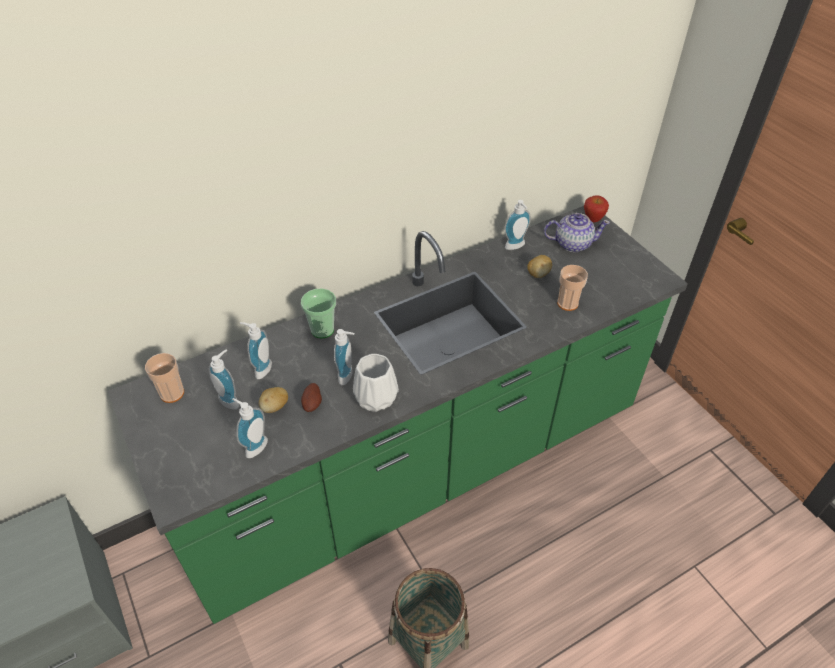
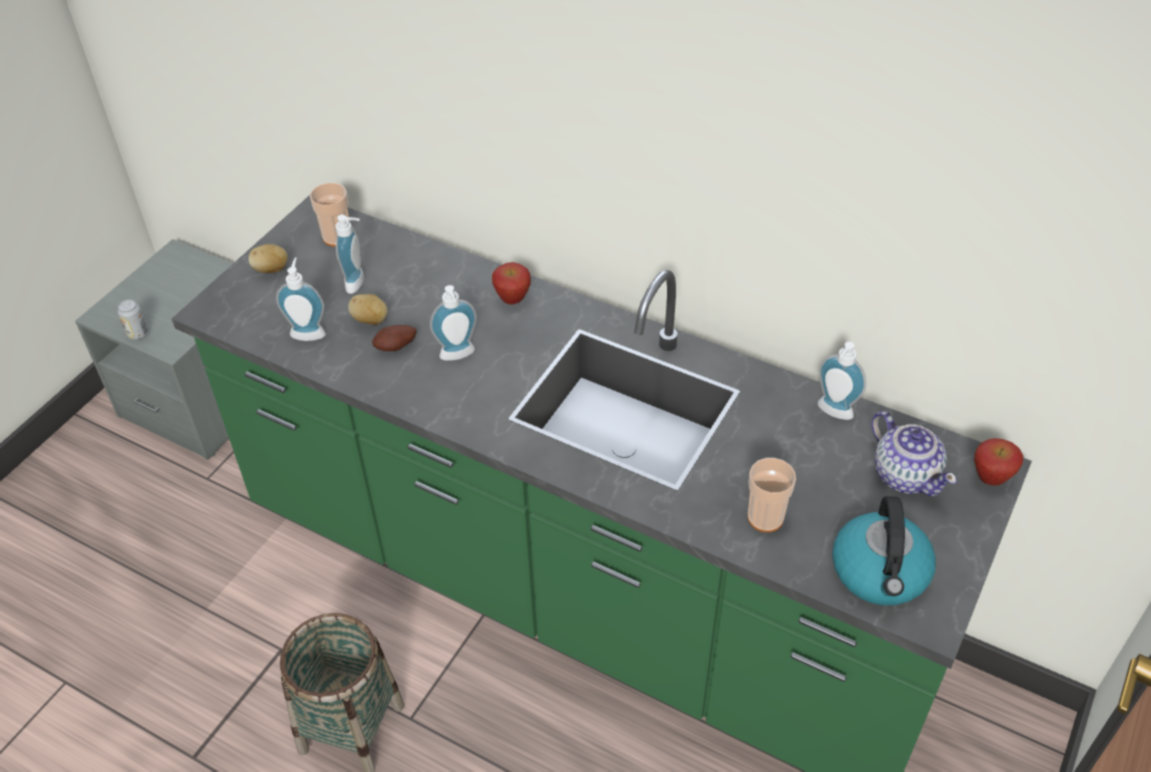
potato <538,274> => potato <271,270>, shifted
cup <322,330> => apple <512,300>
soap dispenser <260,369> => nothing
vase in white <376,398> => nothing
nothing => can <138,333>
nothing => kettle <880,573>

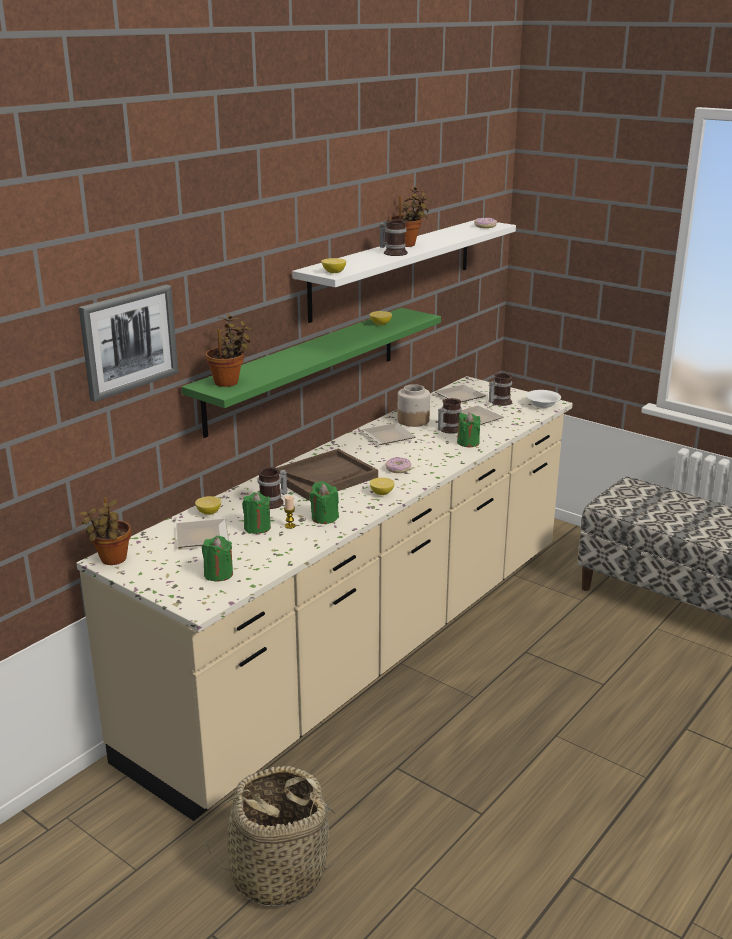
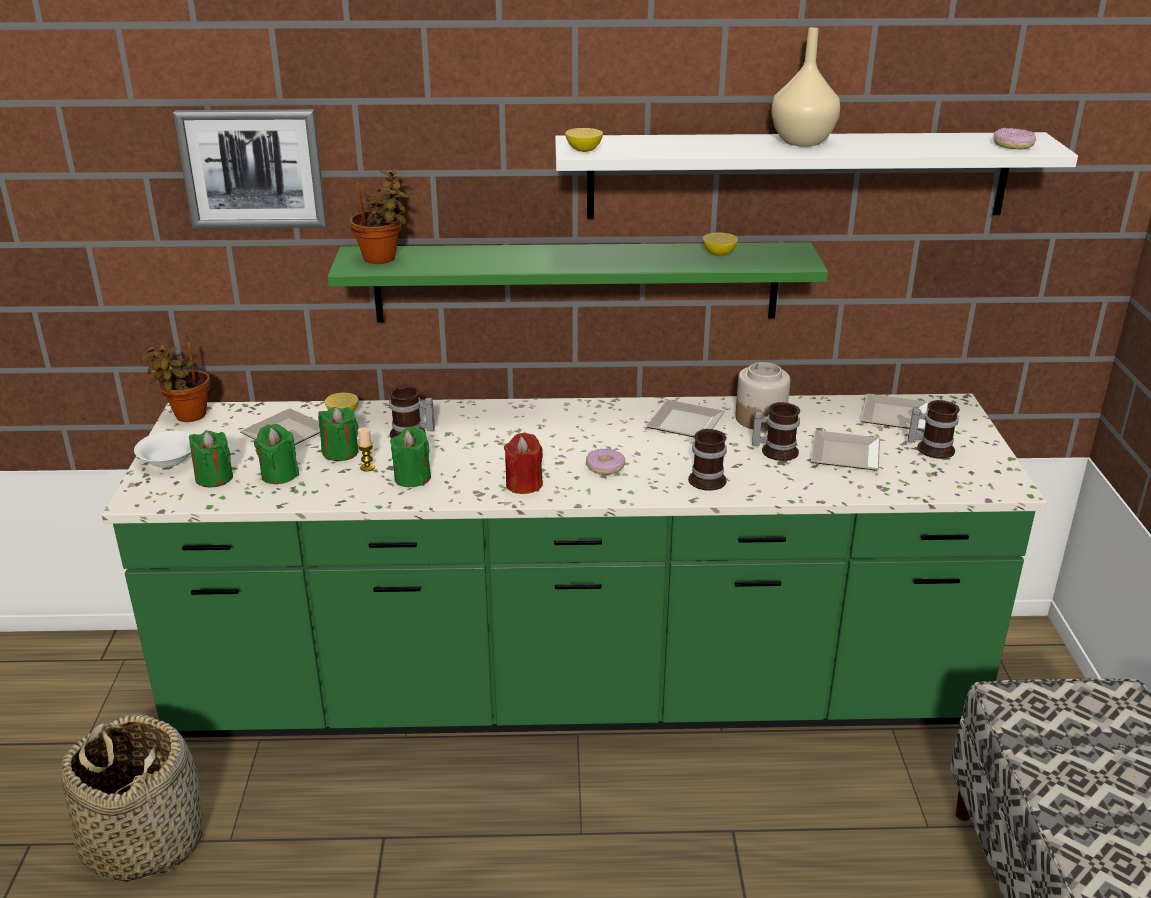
potted plant <407,244> => vase in beige <802,141>
mug <394,252> => mug <708,478>, shifted
counter in beige <365,647> => counter in green <575,690>
bowl in white <542,405> => bowl in white <169,460>, shifted
candle in green <468,443> => candle in green <279,475>, shifted
tray in brown <324,477> => nothing
lemon <382,493> => candle in red <524,484>

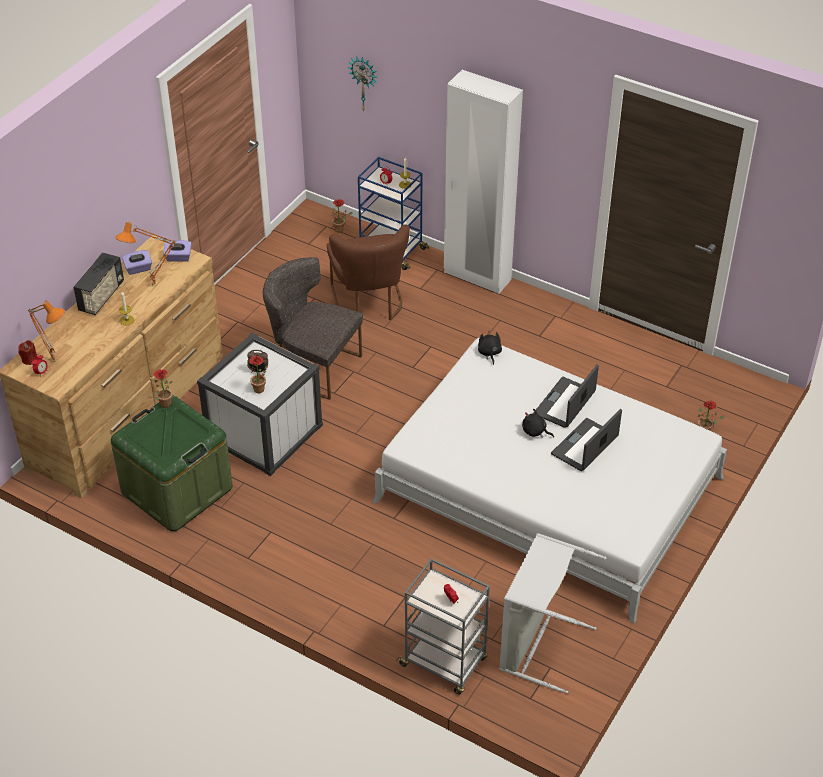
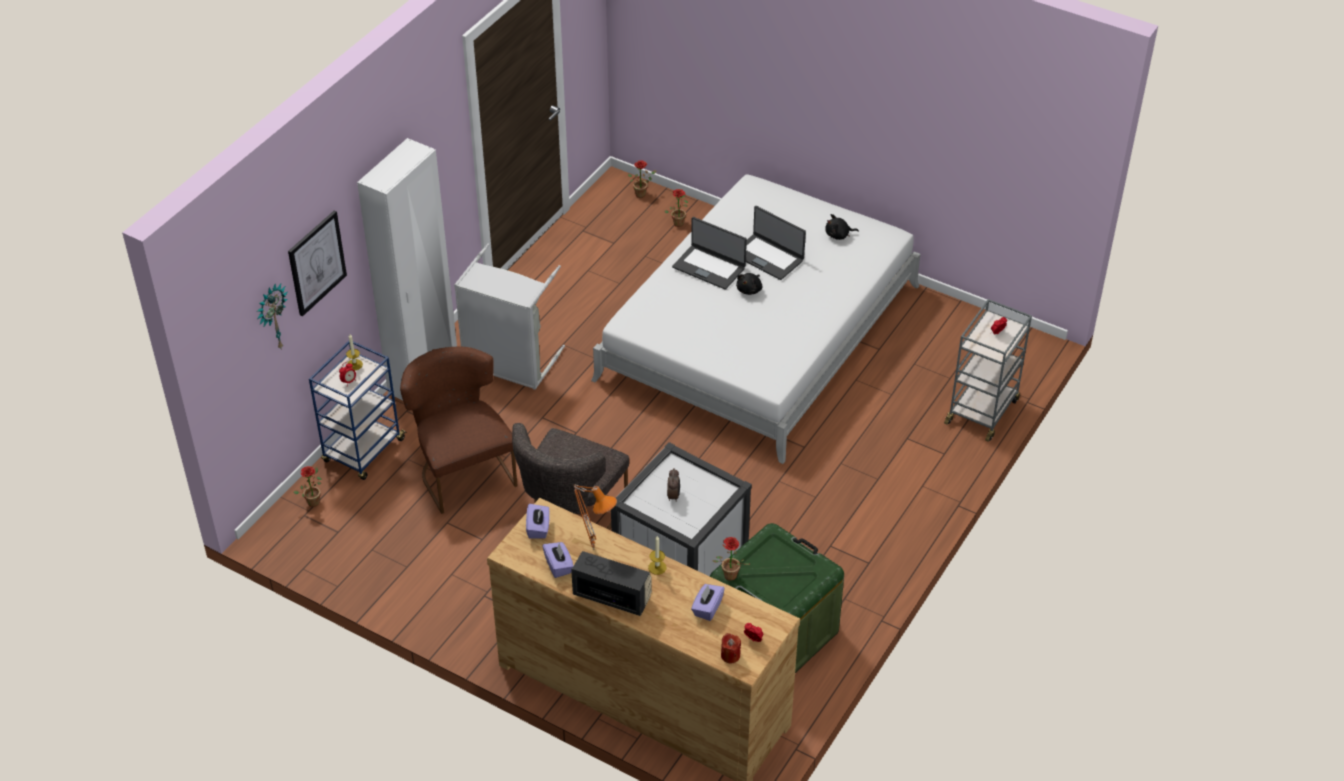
chair in brown <369,304> => chair in brown <462,471>, 105 degrees counterclockwise
table lamp in orange <55,360> => nothing
plush toy in black <489,353> => plush toy in black <839,235>, shifted
potted plant <260,391> => potted plant <642,194>, shifted
laundry basket in grey <537,645> => laundry basket in grey <509,364>, shifted
nothing => picture <316,263>
nothing => tissue box in purple <707,608>

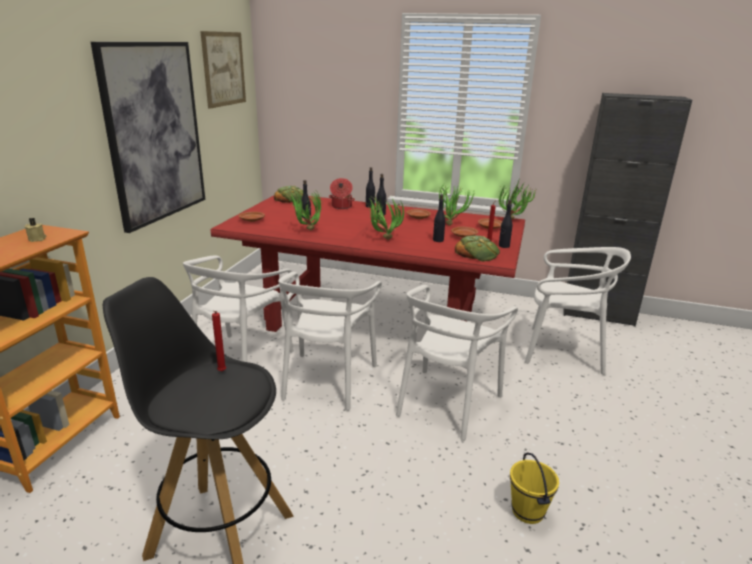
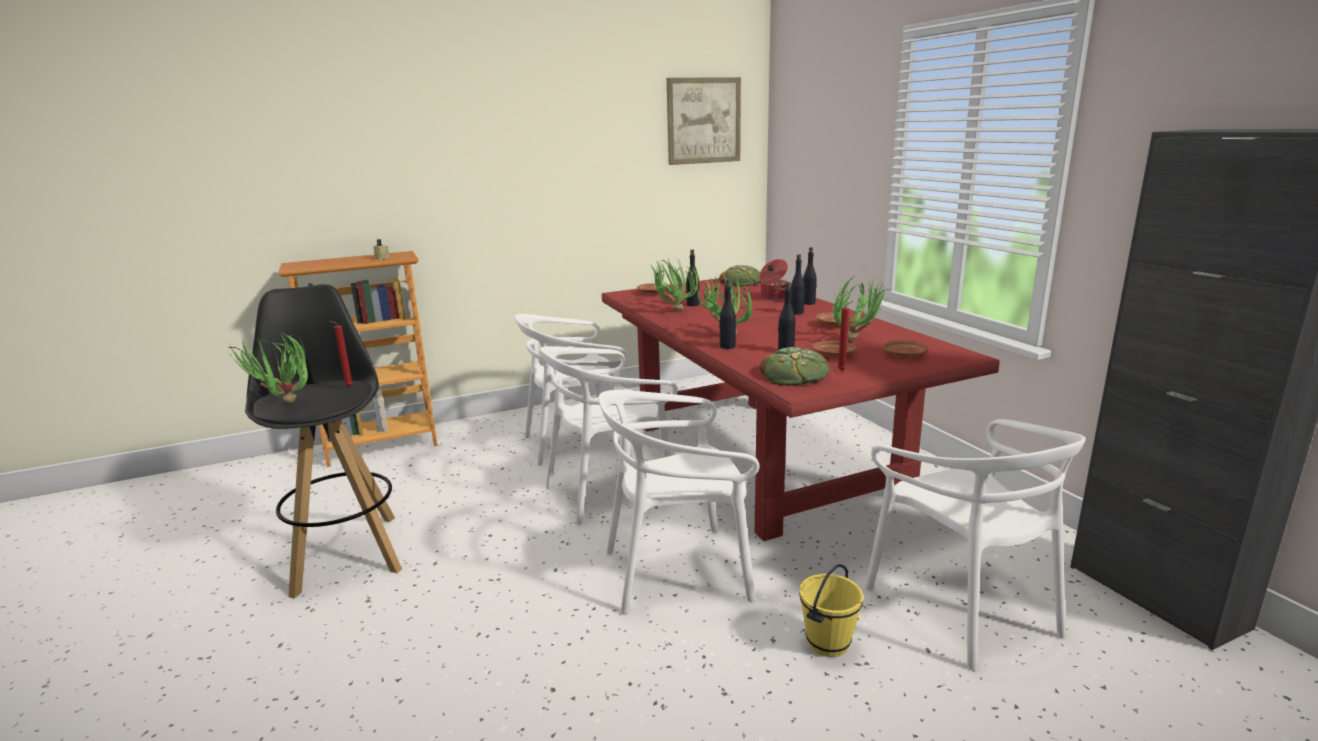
picture <154,133> => nothing
potted plant <513,221> => potted plant <285,406>, shifted
bottle in black <503,246> => bottle in black <727,346>, shifted
bucket in yellow <527,511> => bucket in yellow <827,643>, shifted

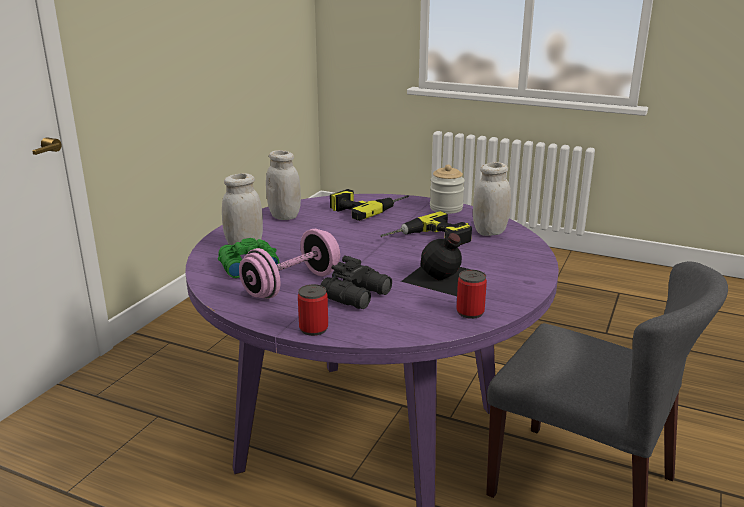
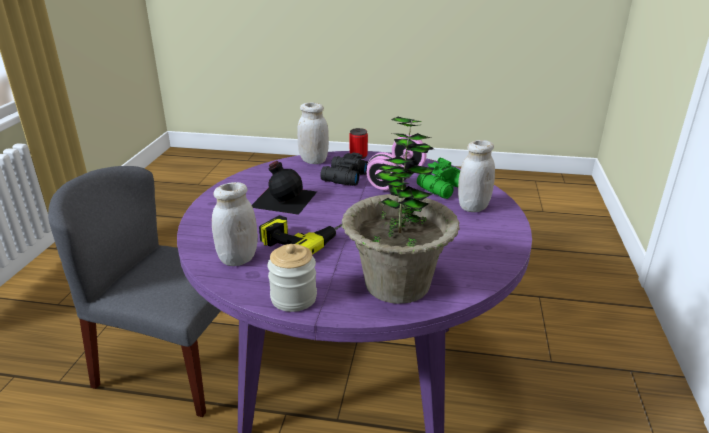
jar in white <284,216> => jar in white <313,161>, shifted
power drill <368,207> => potted plant <397,284>
can <470,312> => nothing

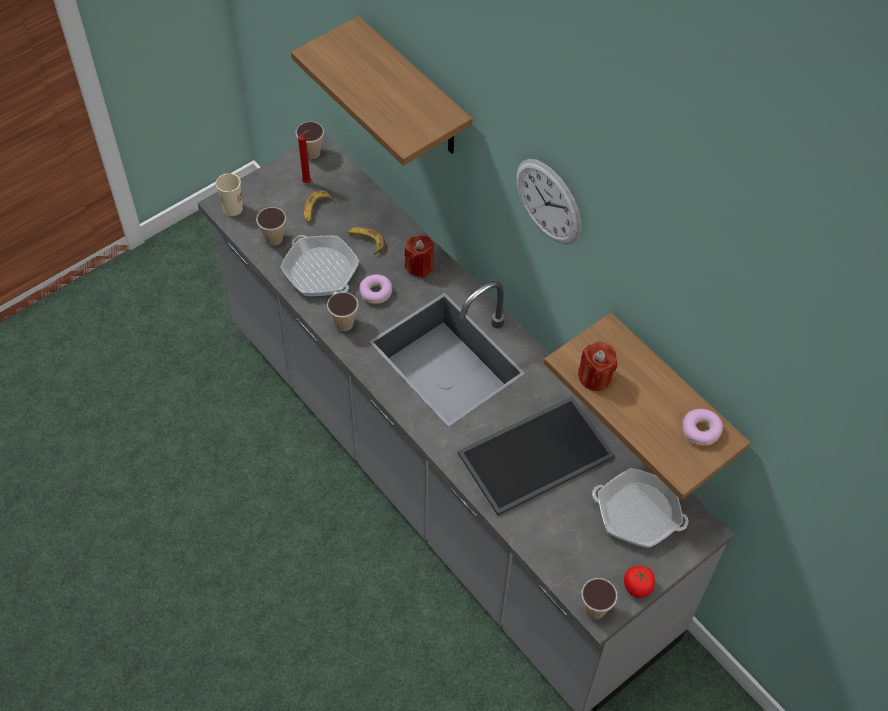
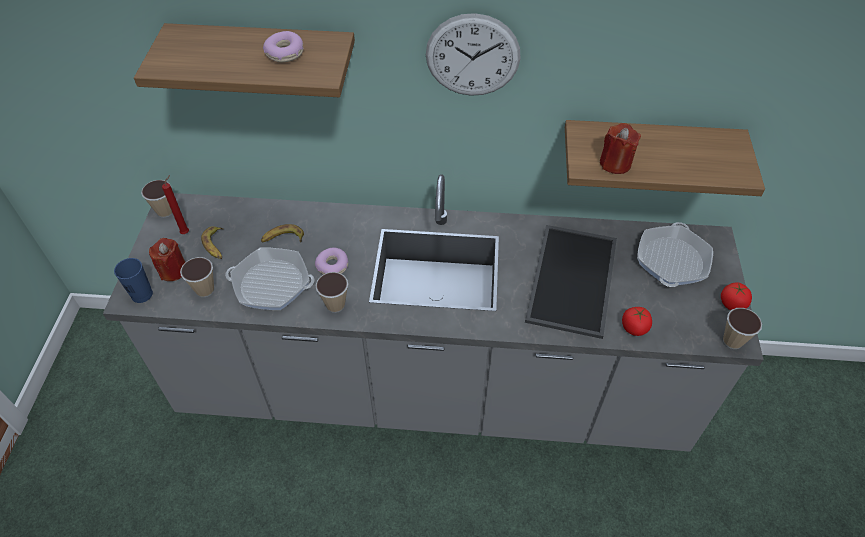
cup in beige <233,208> => cup in blue <142,294>
candle in red <419,266> => candle in red <173,270>, shifted
donut <701,431> => donut <285,53>, shifted
frying pan <638,513> => frying pan <672,260>, 135 degrees clockwise
nothing => tomato <634,328>

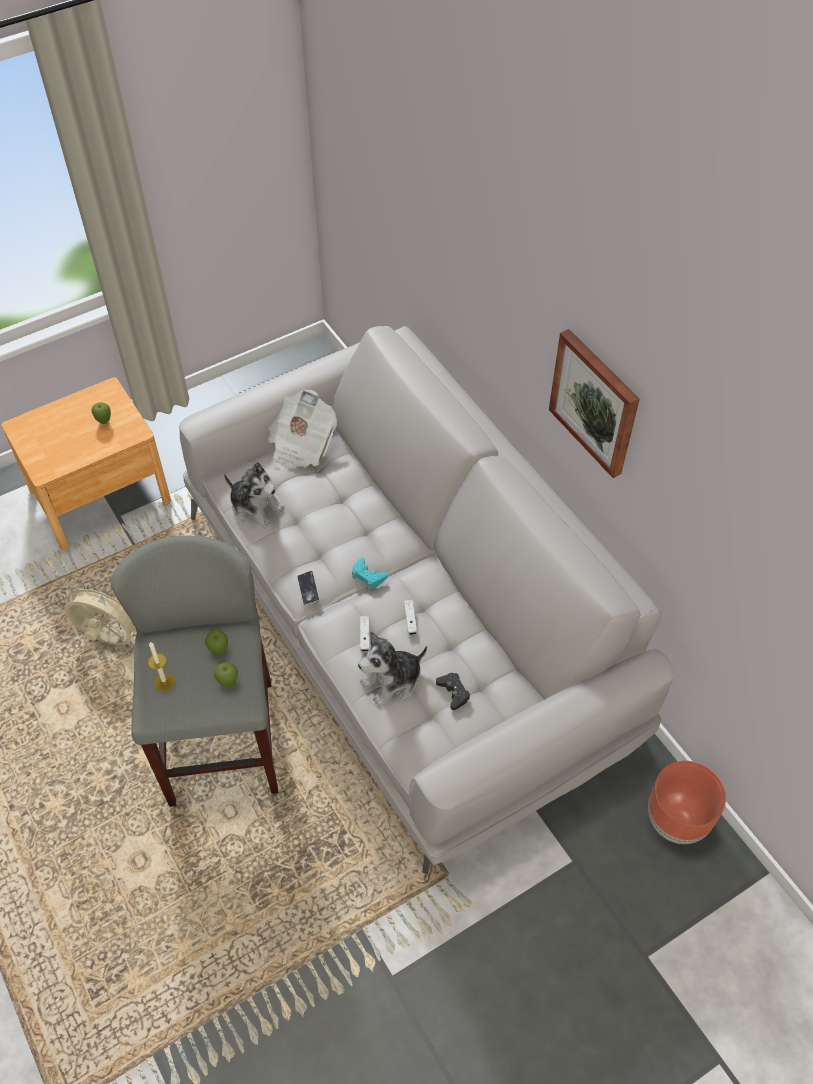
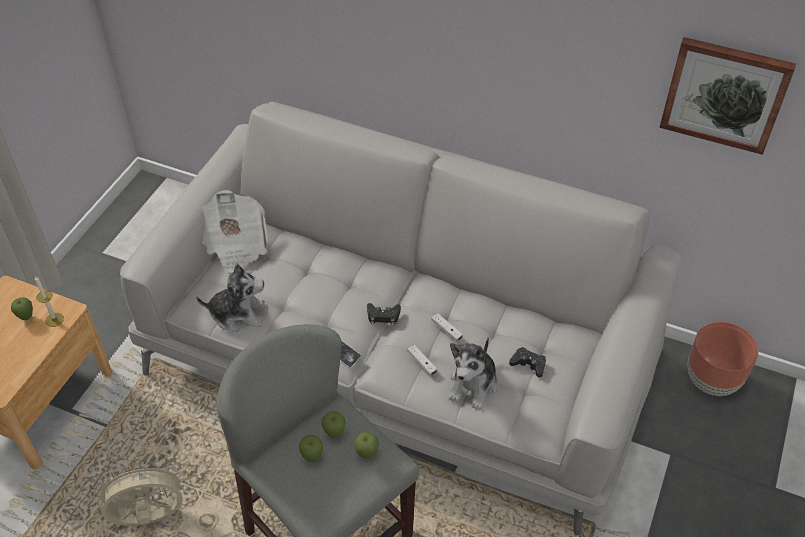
picture <595,402> => picture <725,94>, shifted
game controller in turquoise <367,576> => game controller in black <383,316>
candle <164,682> => candle <54,319>, shifted
nothing => apple <312,457>

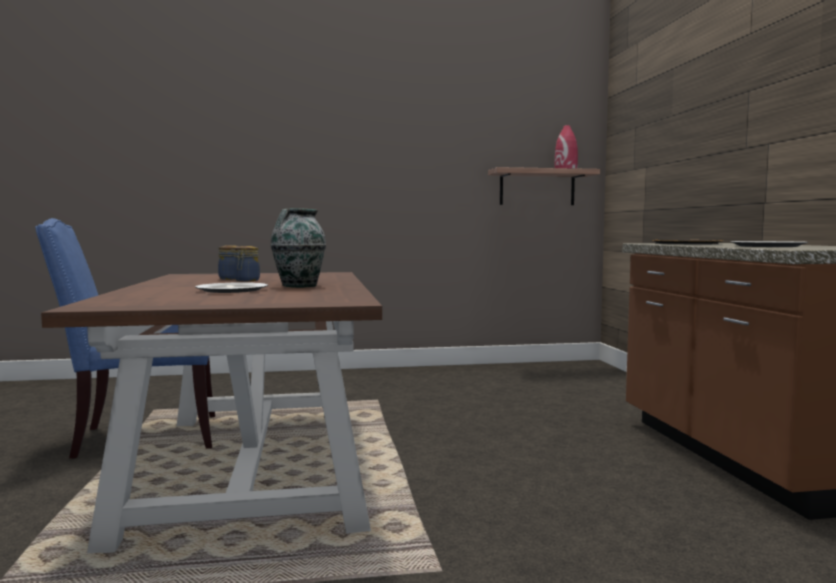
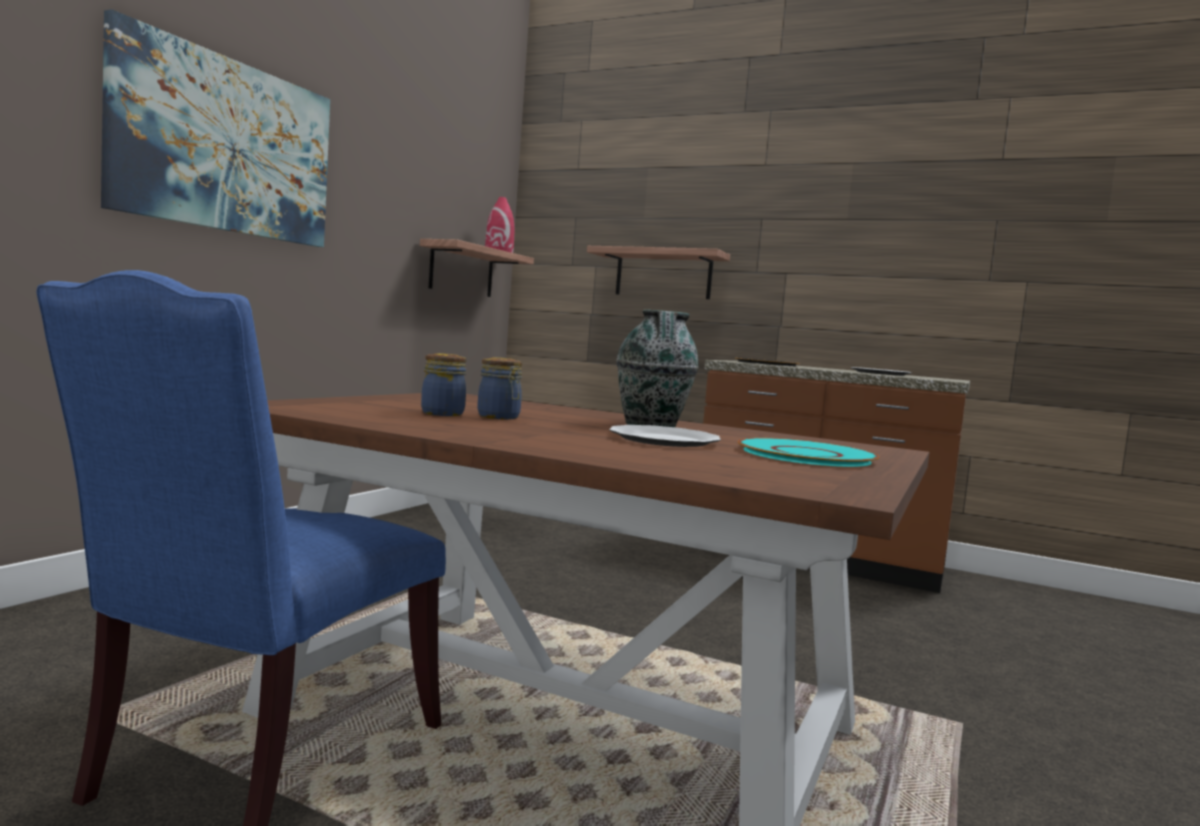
nothing => picture <226,146>
nothing => shelf <663,274>
nothing => plate in turquoise <807,455>

